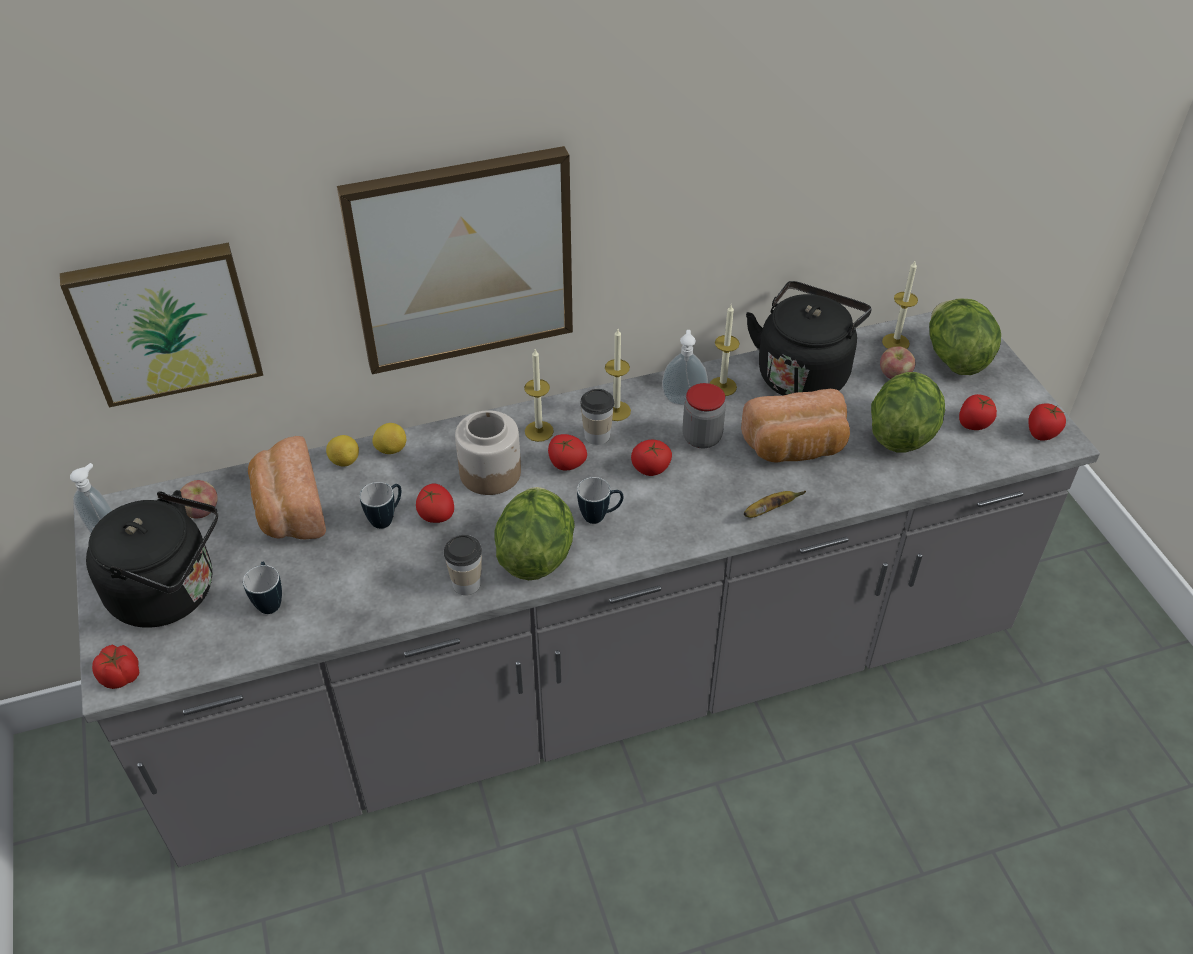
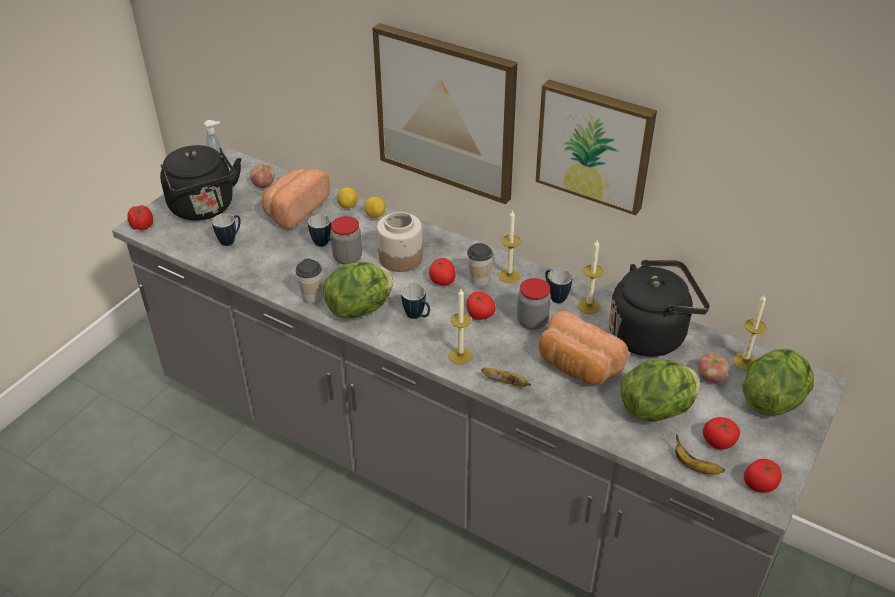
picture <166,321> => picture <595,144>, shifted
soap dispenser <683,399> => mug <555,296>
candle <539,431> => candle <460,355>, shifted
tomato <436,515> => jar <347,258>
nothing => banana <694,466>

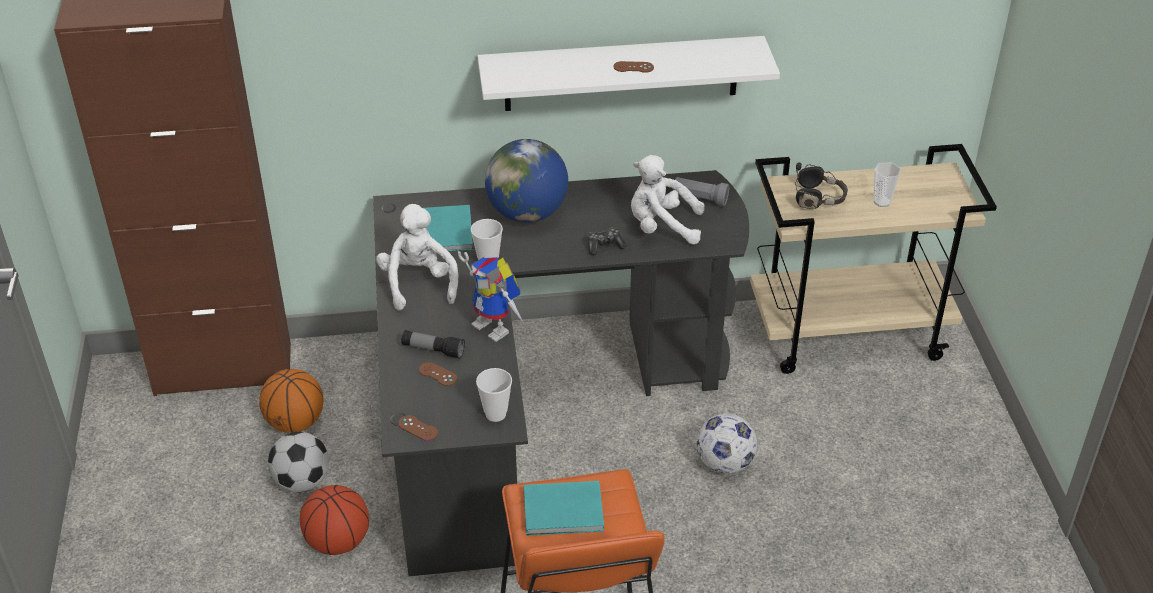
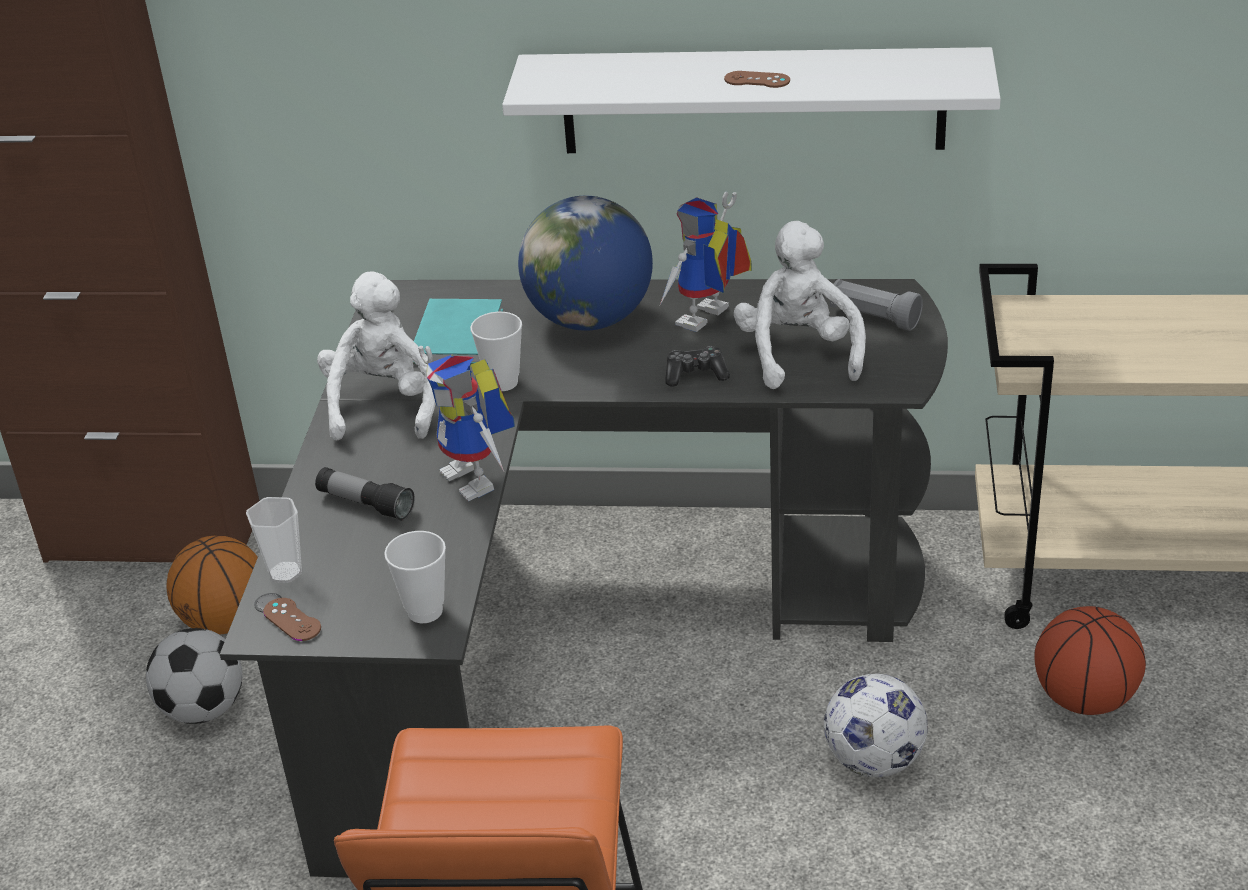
plush toy in white <662,227> => plush toy in white <798,354>, 60 degrees clockwise
headphones in black <819,198> => nothing
cup <882,202> => cup <285,572>, shifted
game controller in brown <437,374> => nothing
book in turquoise <565,512> => nothing
basketball <338,542> => basketball <1084,699>, shifted
nothing => toy robot <707,322>

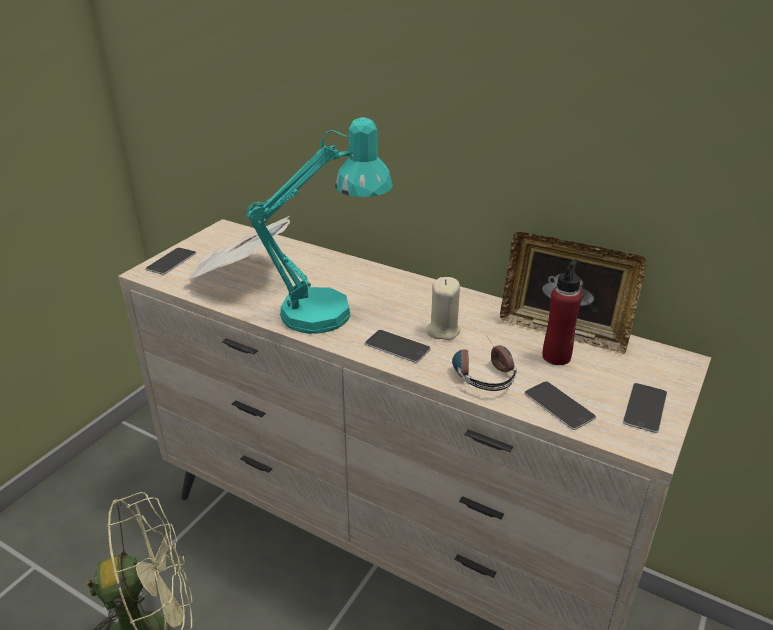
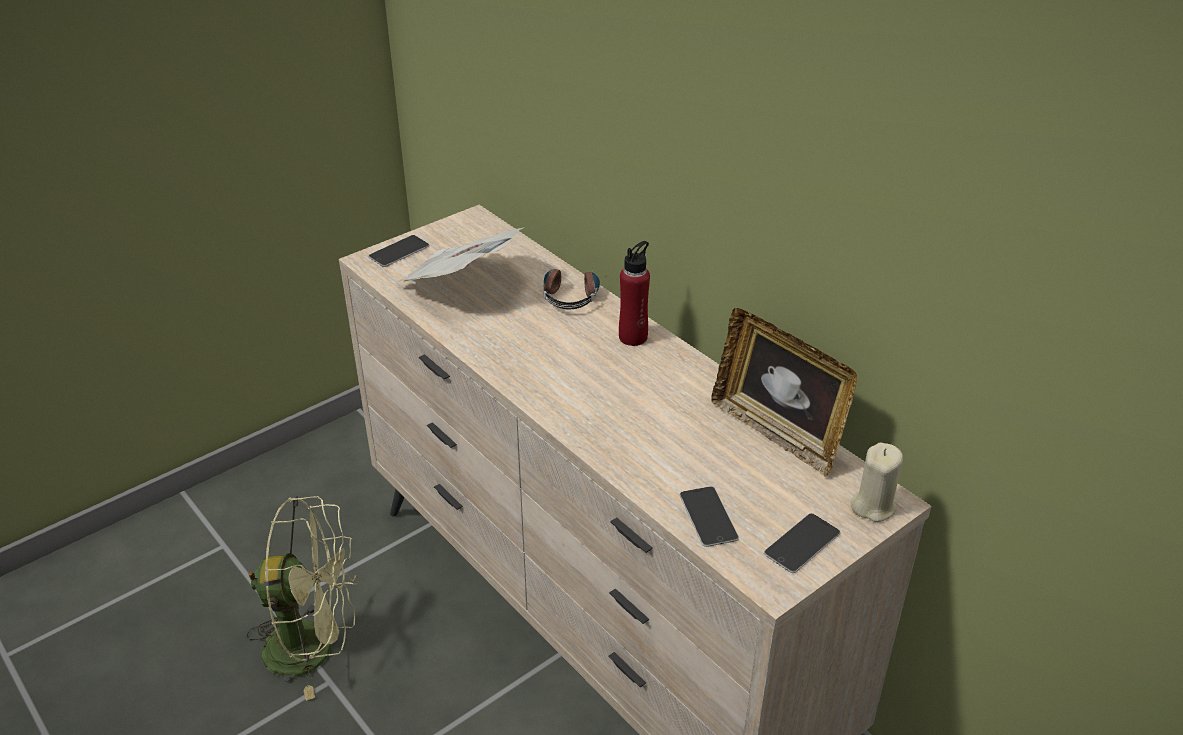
table lamp in turquoise <331,311> => nothing
bottle in red <556,356> => bottle in red <633,337>, shifted
candle in beige <443,330> => candle in beige <873,506>, shifted
phone <397,346> => nothing
headphones <482,371> => headphones <571,293>, shifted

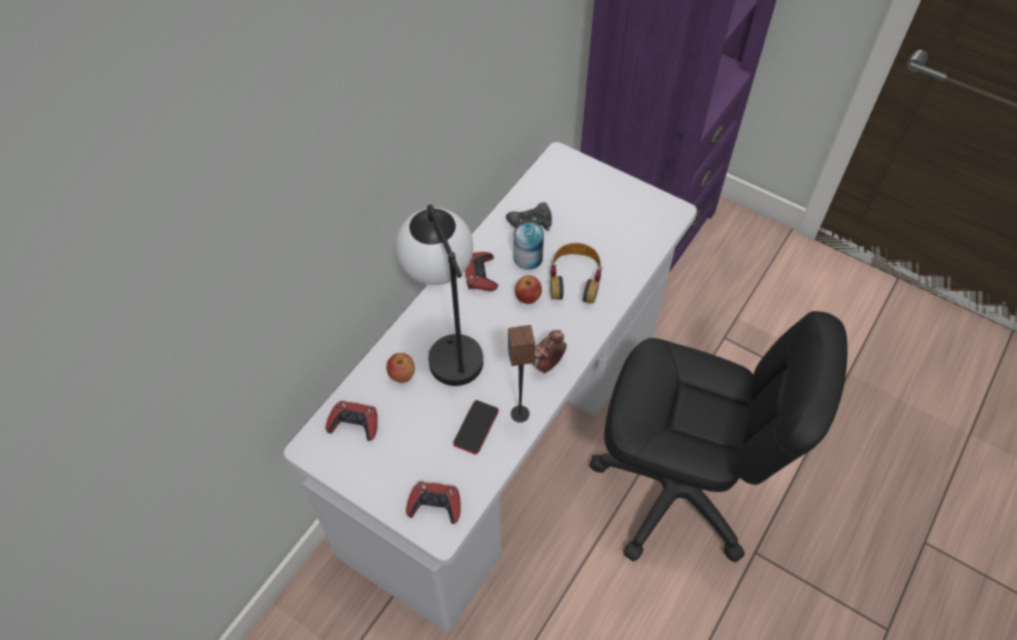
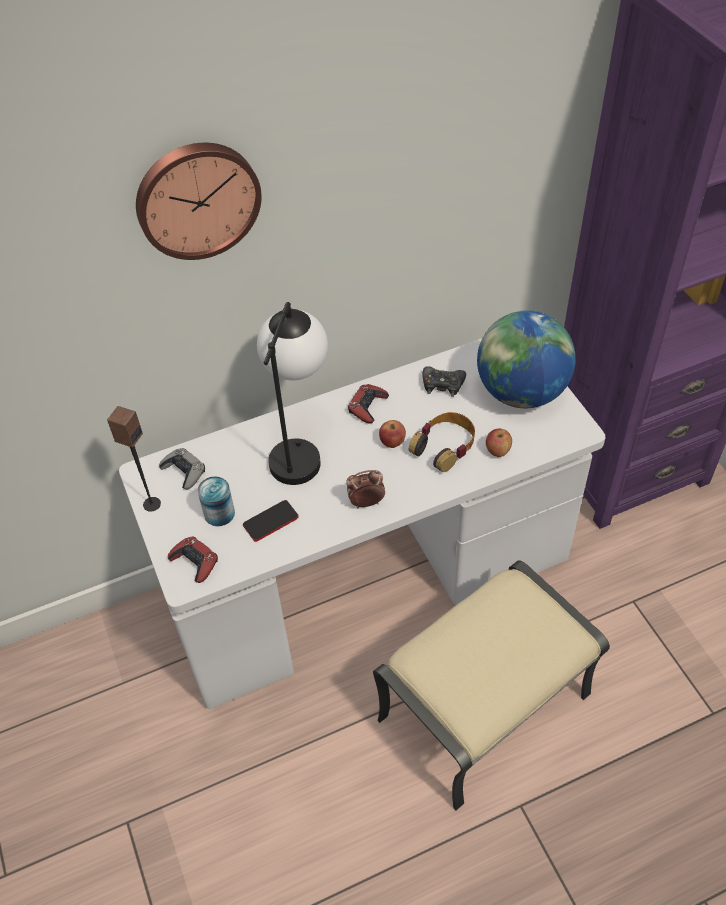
can <528,258> => can <219,513>, shifted
office chair in black <676,490> => ottoman in beige <484,709>
speaker <519,414> => speaker <151,504>, shifted
apple <402,375> => apple <497,451>, shifted
game controller in red <354,423> => game controller in grey <184,471>
nothing => wall clock <197,199>
nothing => globe <521,392>

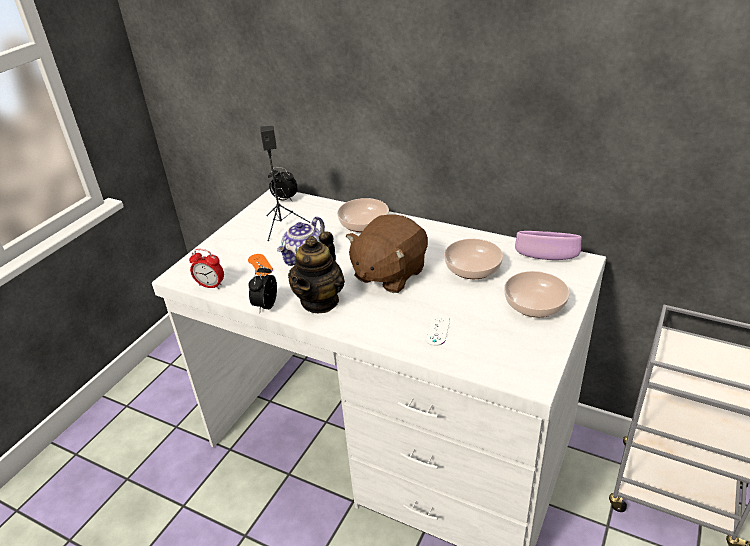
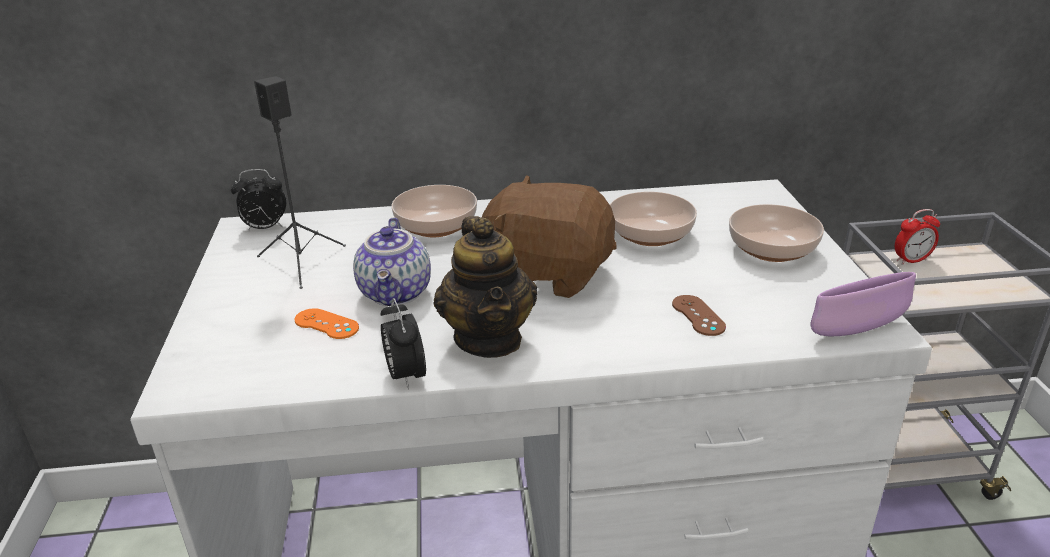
plush toy in brown <389,274> => plush toy in brown <548,273>, 105 degrees clockwise
bowl in purple <546,258> => bowl in purple <857,329>, shifted
alarm clock <210,285> => alarm clock <911,260>, shifted
game controller in white <437,330> => game controller in brown <698,315>

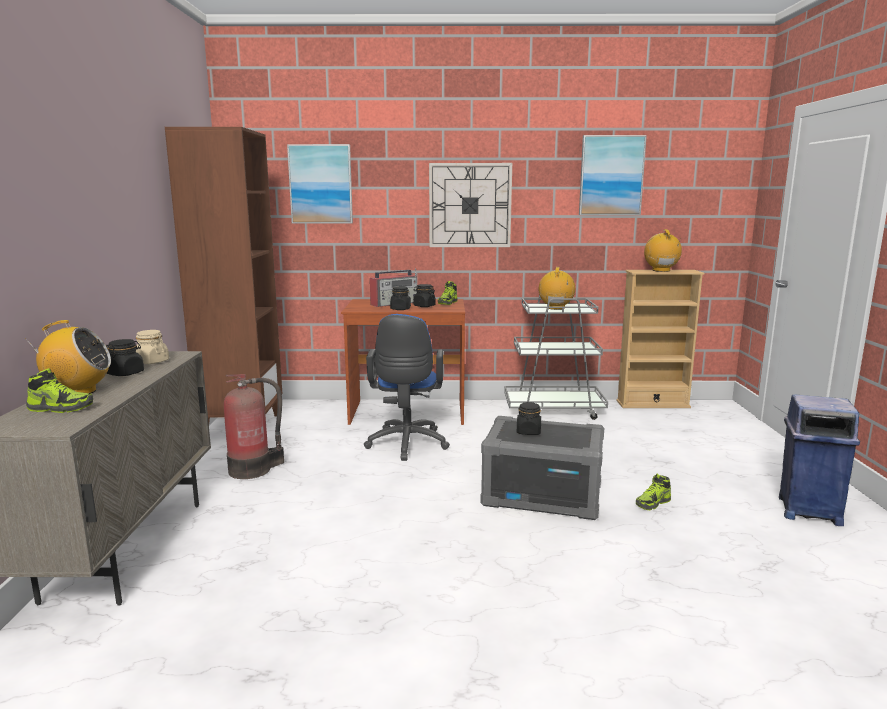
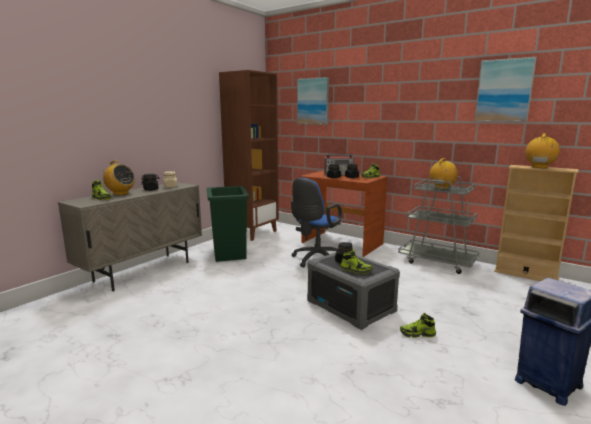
wall clock <470,205> => nothing
fire extinguisher <253,469> => trash can in green <230,253>
nothing => shoe <356,270>

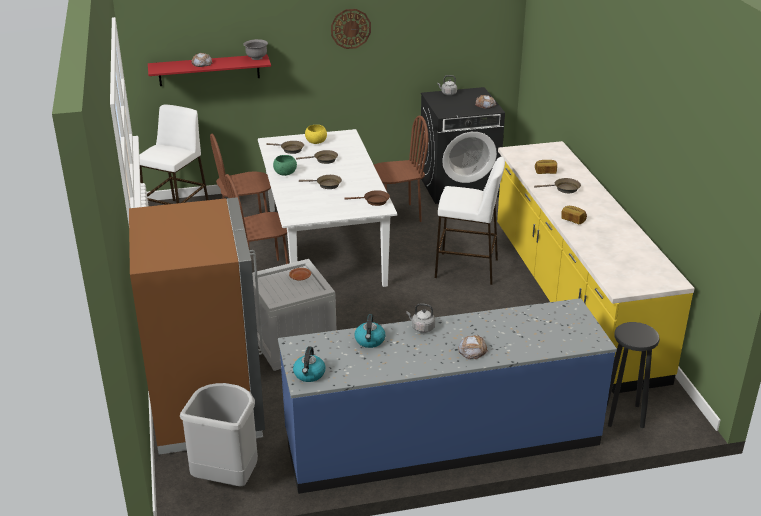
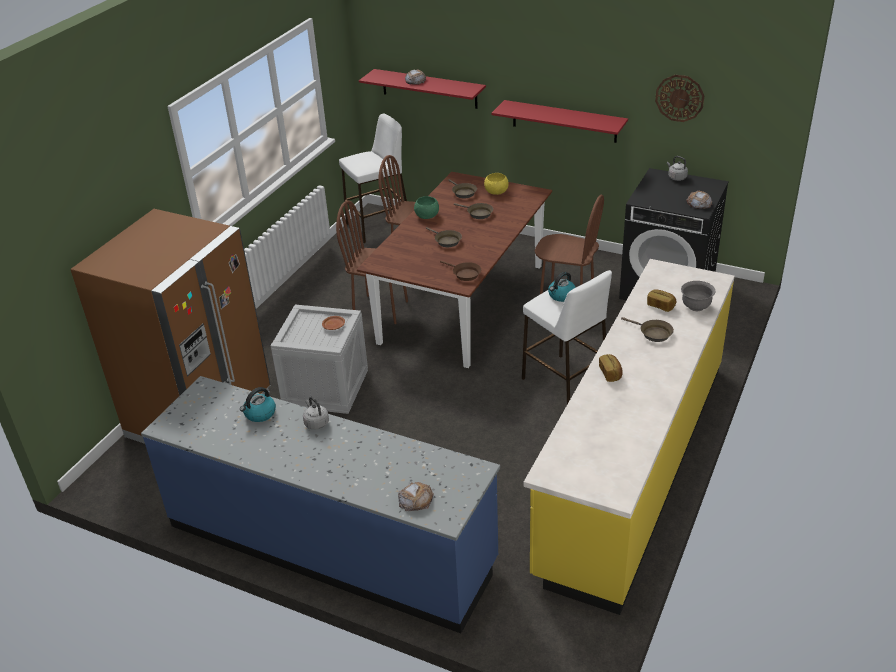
wall clock <350,28> => wall clock <679,98>, shifted
bowl in grey <256,58> => bowl in grey <695,306>, shifted
dining table in white <325,246> => dining table in brown <463,303>
stool in black <623,416> => nothing
bread <472,350> => bread <415,499>, shifted
kettle <309,374> => kettle <561,296>, shifted
trash can in grey <227,478> => nothing
nothing => shelf in red <564,121>

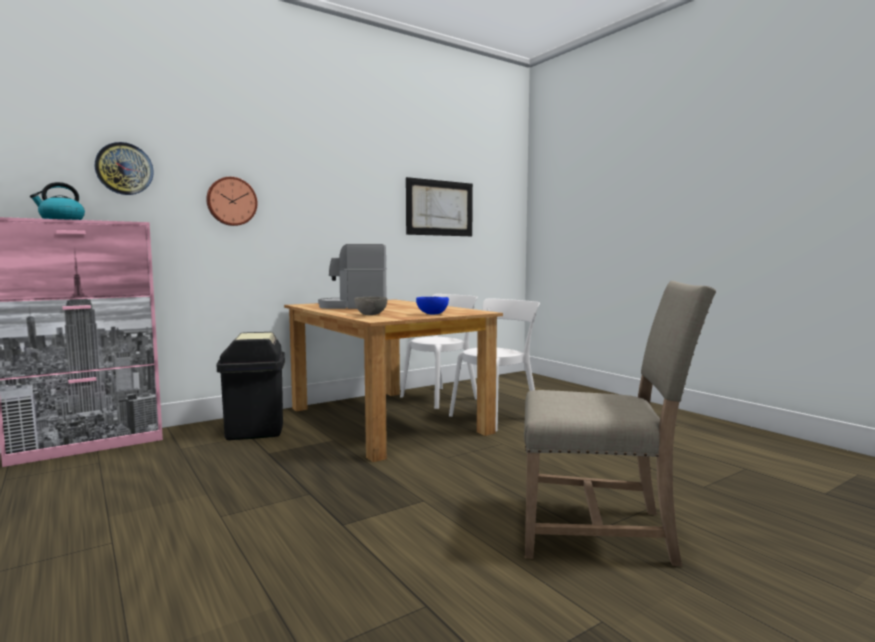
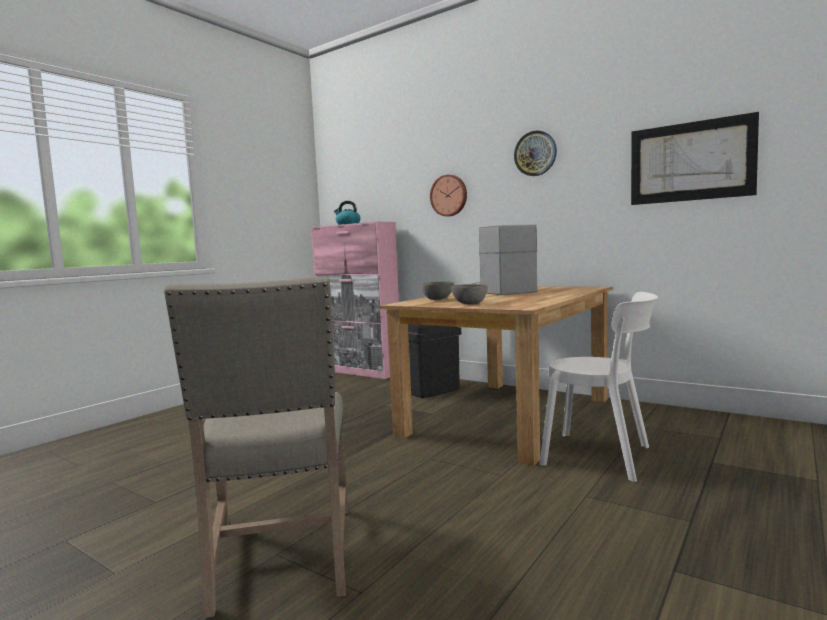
wall clock <124,169> => wall clock <535,153>, shifted
chair in white <442,397> => nothing
bowl in blue <433,314> => bowl in grey <469,304>

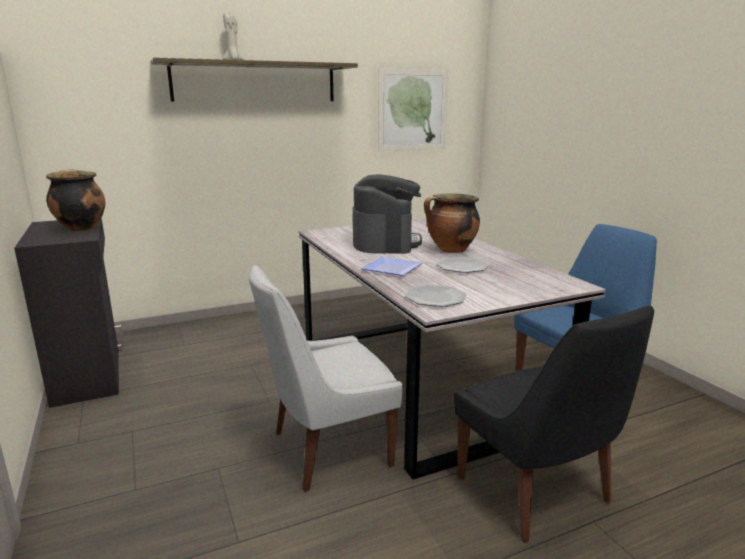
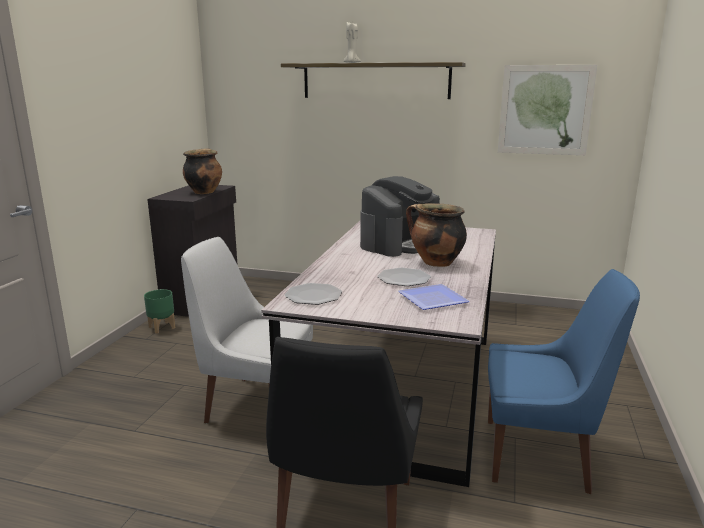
plate <389,269> => plate <430,299>, shifted
nothing => planter in green <161,327>

